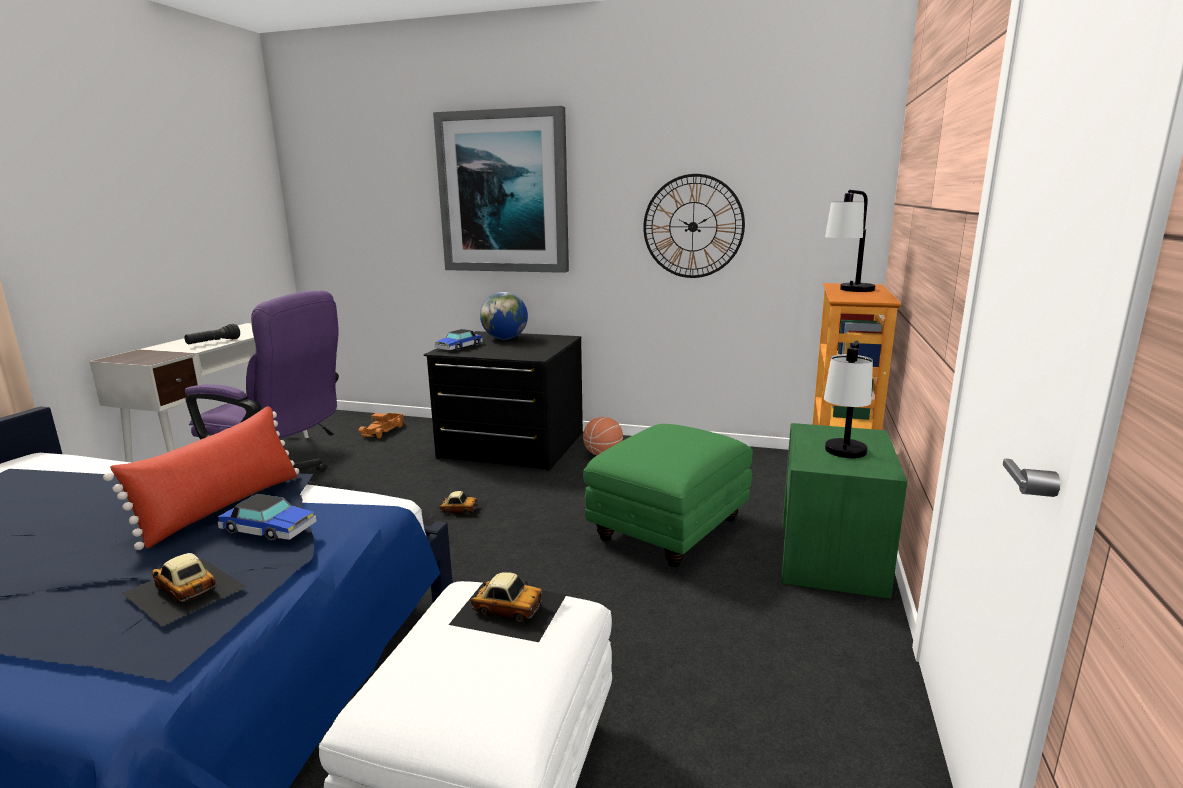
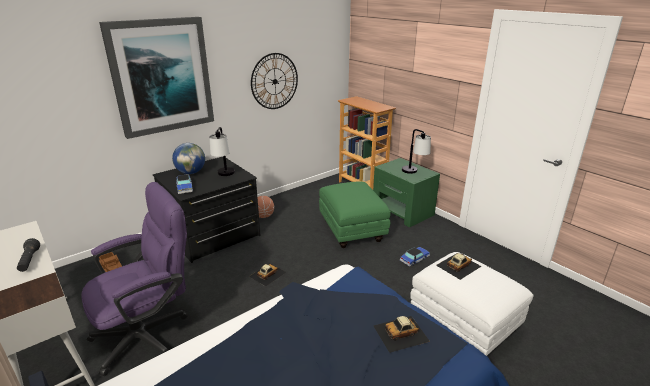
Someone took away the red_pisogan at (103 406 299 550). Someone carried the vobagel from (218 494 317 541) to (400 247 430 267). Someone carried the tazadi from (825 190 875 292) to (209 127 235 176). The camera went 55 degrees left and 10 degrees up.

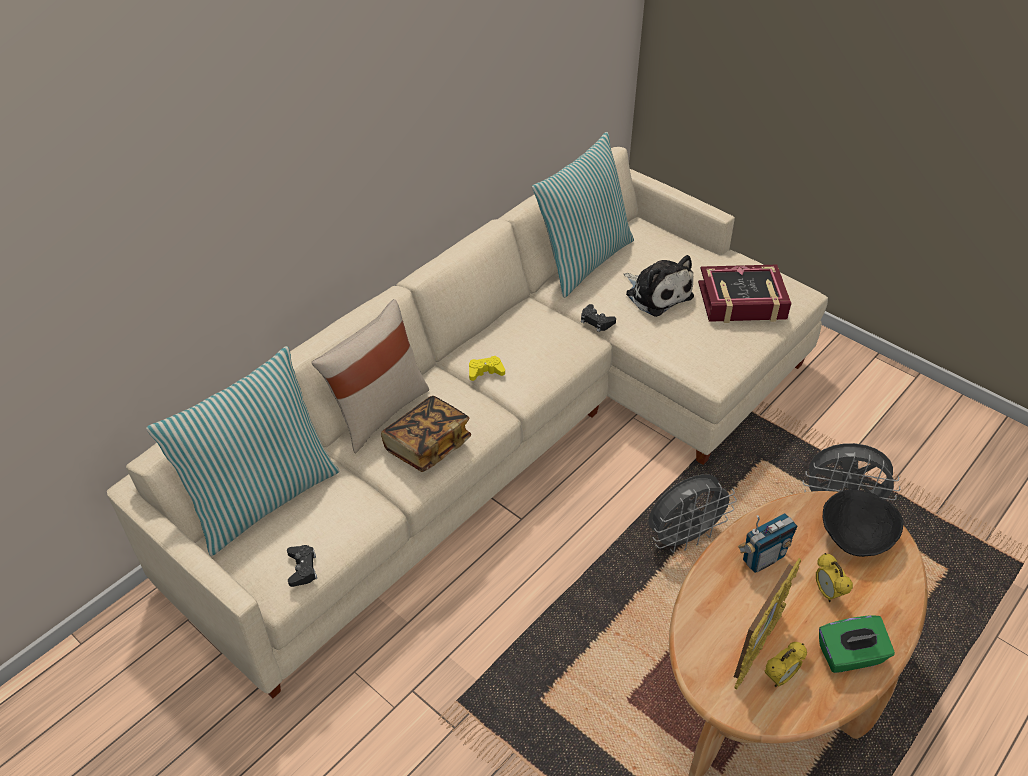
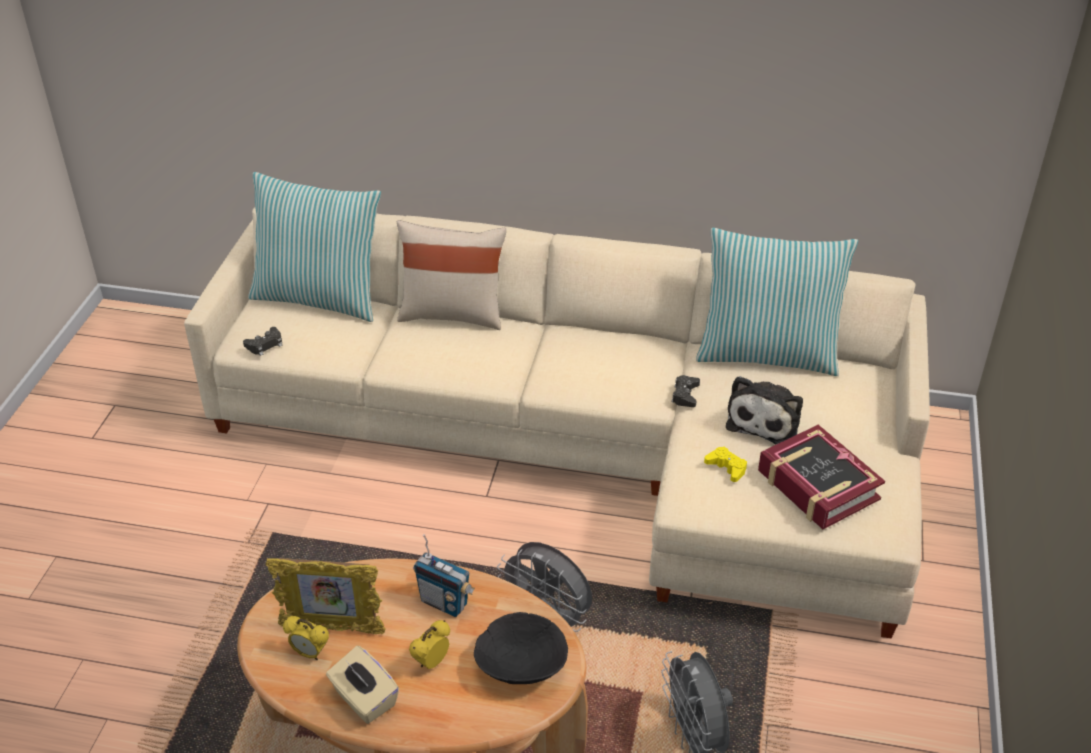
Someone took away the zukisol at (381 396 471 472). Someone carried the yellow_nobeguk from (469 356 505 381) to (704 447 747 482). Someone repainted the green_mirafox at (819 615 895 673), which became the beige_mirafox at (326 646 399 724). The camera went 60 degrees right and 5 degrees down.

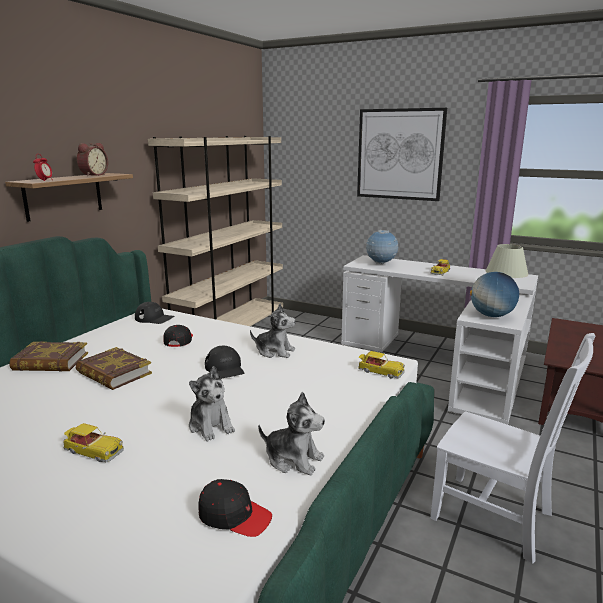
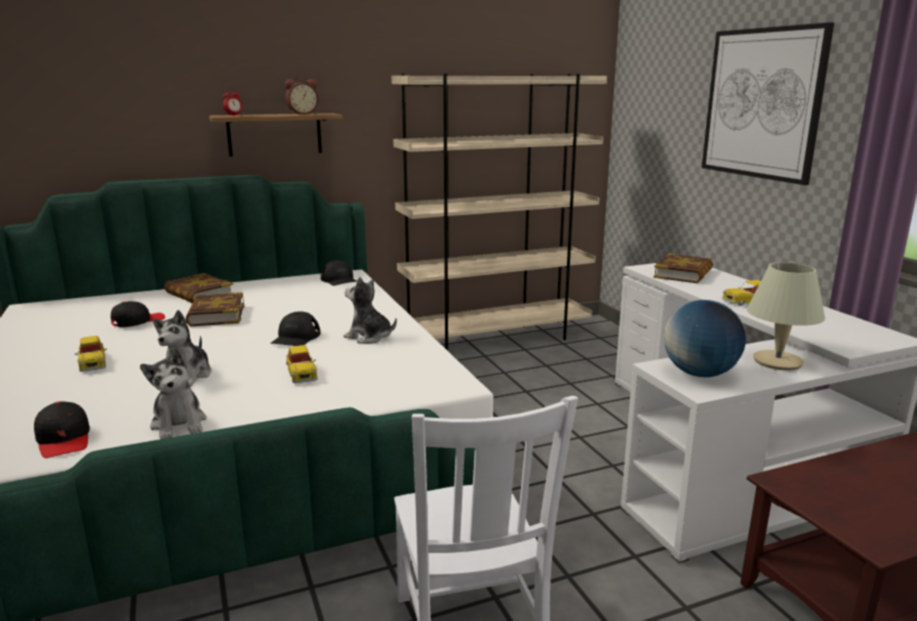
Someone carried the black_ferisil from (163 325 193 347) to (111 301 165 327). Someone rotated the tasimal at (250 304 296 358) by 150 degrees clockwise. Someone carried the vobagel from (358 351 405 378) to (286 345 318 383). Someone swapped the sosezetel at (366 230 398 264) for the zukisol at (653 253 713 283). The camera went 40 degrees right and 0 degrees up.

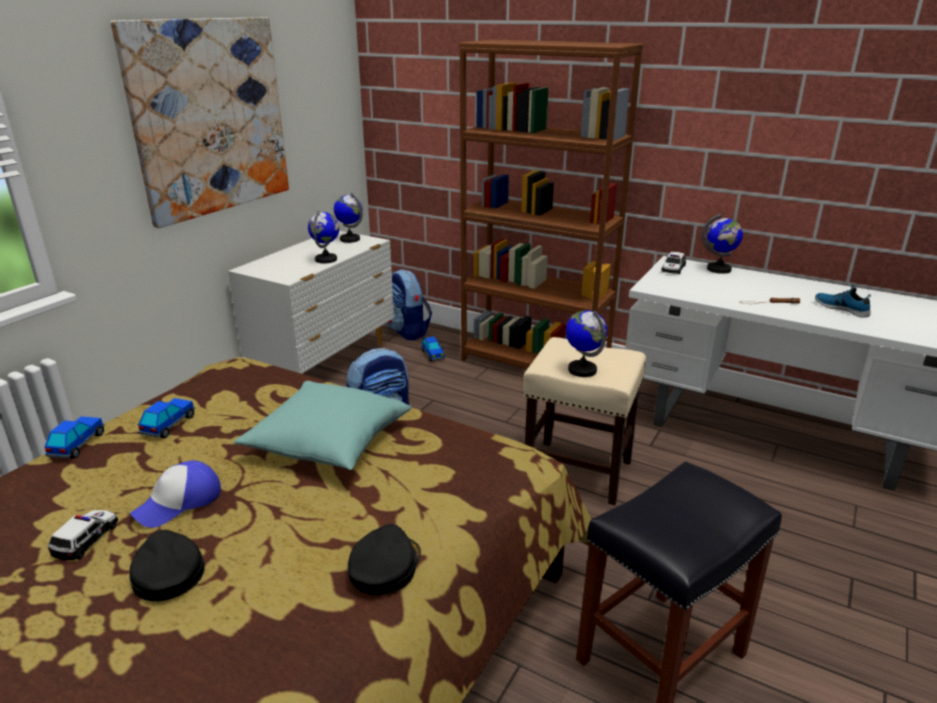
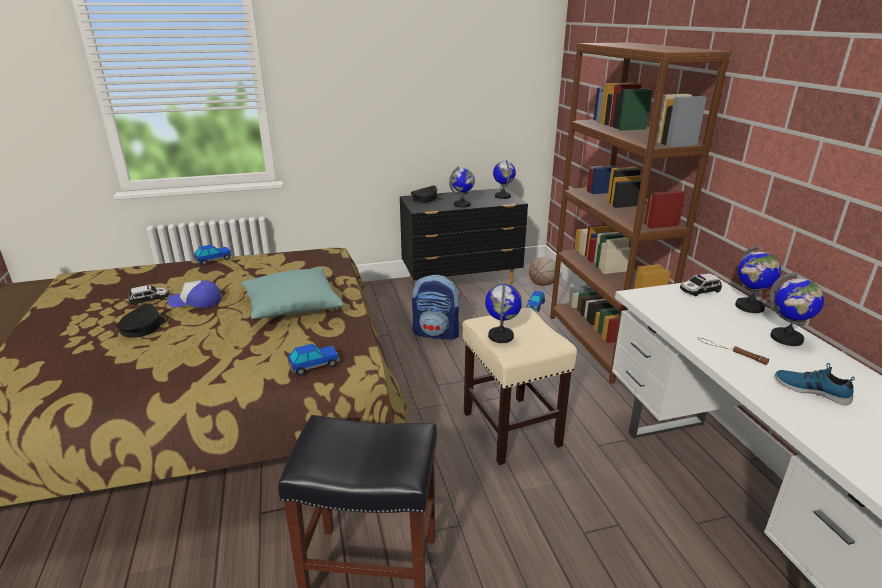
Someone took away the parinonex at (111 17 289 228). Someone carried the vobagel from (138 398 195 438) to (288 344 340 376). Someone repainted the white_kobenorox at (228 231 394 374), which became the black_kobenorox at (400 188 528 286). Someone carried the black_ferisil from (348 524 421 595) to (411 185 443 203). Someone swapped the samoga at (387 269 432 341) for the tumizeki at (529 257 556 286). Someone rotated the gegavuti at (815 284 871 318) by 60 degrees counterclockwise. Someone put down the sosezetel at (770 272 824 346). The camera went 45 degrees right and 0 degrees up.

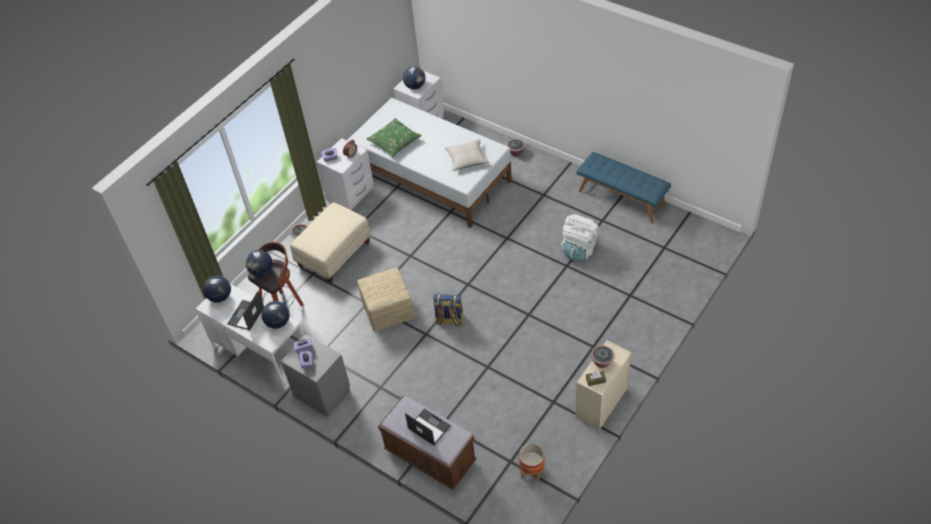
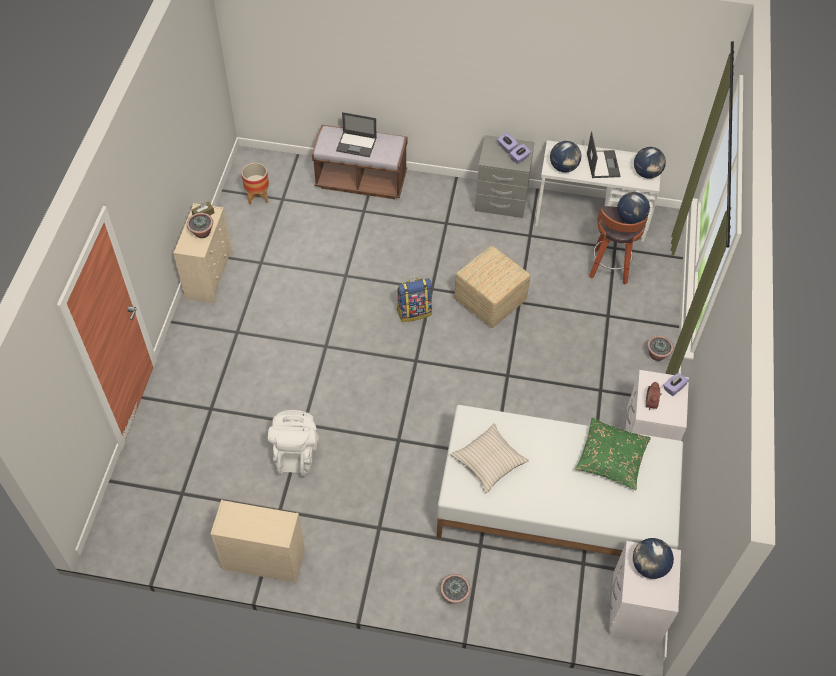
Someone took away the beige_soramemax at (290 202 371 283). Someone swapped the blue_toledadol at (577 152 671 223) for the beige_kobenorox at (211 500 305 583). The camera went 150 degrees right and 5 degrees up.

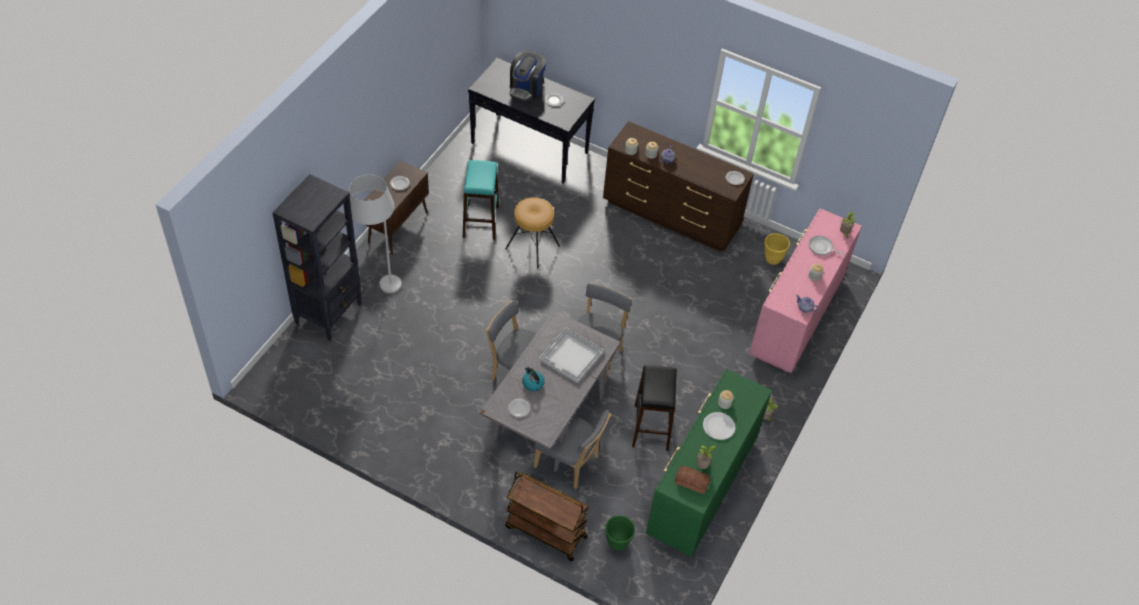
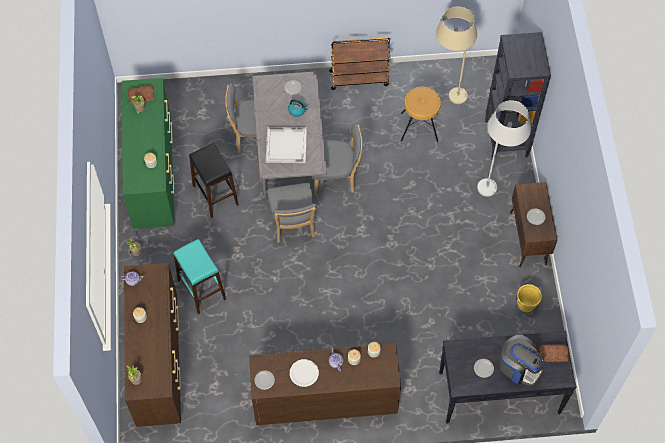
Someone carried the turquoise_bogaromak from (463 160 499 240) to (173 239 226 314). Someone carried the brown_bogaromak from (505 197 560 269) to (401 87 441 142). Someone carried the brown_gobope from (505 472 589 561) to (329 37 390 90). Someone rotated the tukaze at (510 51 546 101) by 135 degrees clockwise. Someone took away the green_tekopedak at (605 515 635 551). Someone carried the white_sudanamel from (703 412 736 440) to (290 359 319 387). Someone repainted the pink_kobenorox at (749 208 862 373), which became the brown_kobenorox at (124 263 181 427). Someone carried the yellow_tekopedak from (764 233 790 265) to (517 284 542 313). Someone took away the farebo at (809 236 845 255). Someone put down the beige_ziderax at (436 7 477 104). Someone put down the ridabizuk at (539 344 569 362). The camera went 150 degrees right and 10 degrees up.

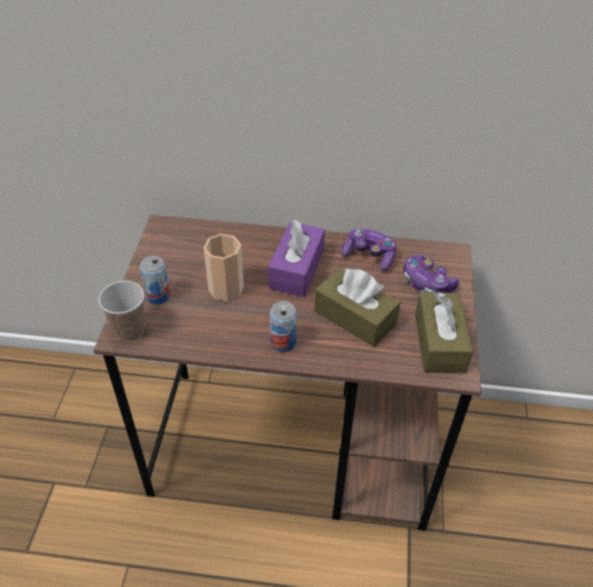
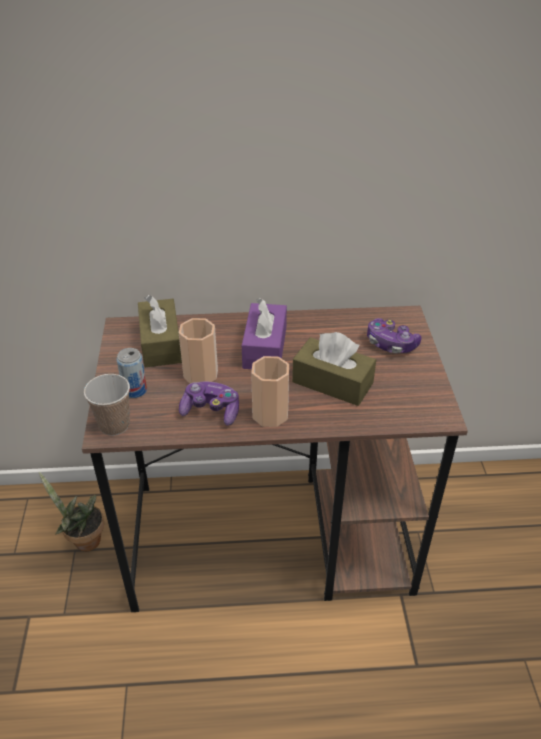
Someone swapped the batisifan at (270 301 297 352) for the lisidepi at (251 356 289 427). Someone carried the nobeguk from (341 229 397 271) to (179 382 239 426). Someone carried the brown_mirafox from (415 292 473 373) to (138 295 182 367). Someone put down the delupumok at (39 472 104 552). The camera went 10 degrees left and 5 degrees down.

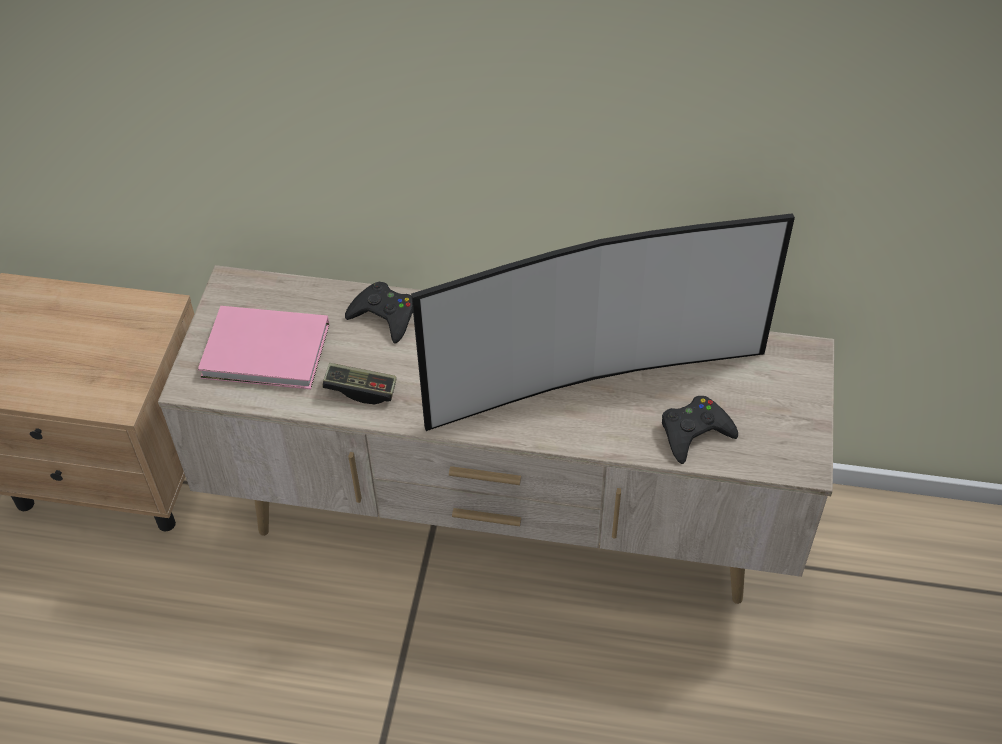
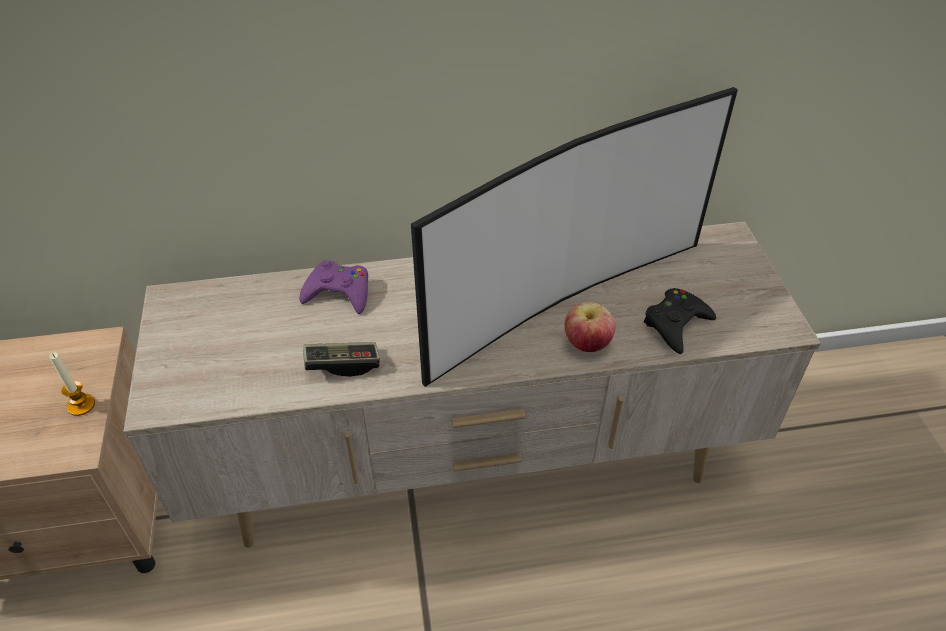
Someone took away the pink_zukisol at (198 306 329 389). Someone repainted the black_nobeguk at (345 282 413 344), which became the purple_nobeguk at (299 261 368 314). Someone put down the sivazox at (49 352 95 416). Someone put down the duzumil at (564 302 616 352). The camera went 20 degrees left and 5 degrees down.

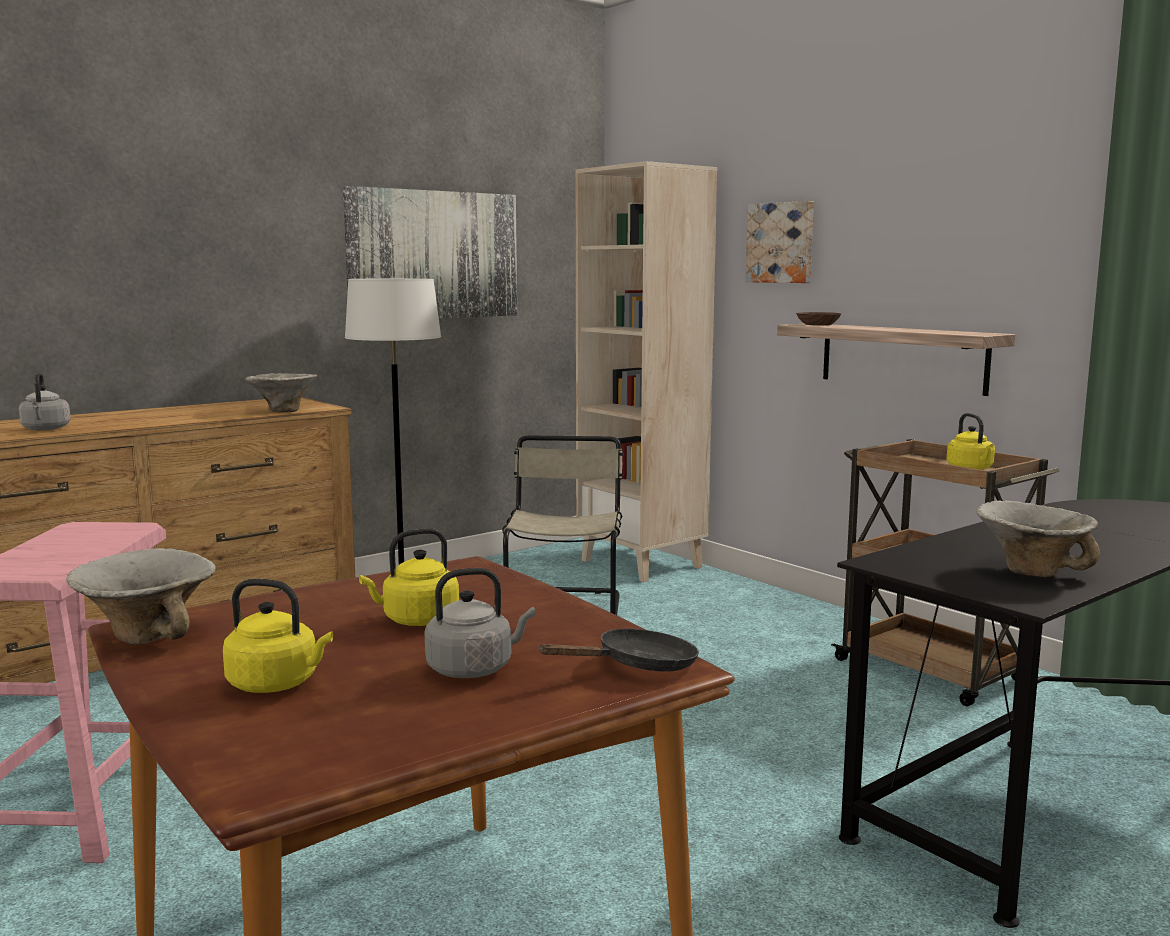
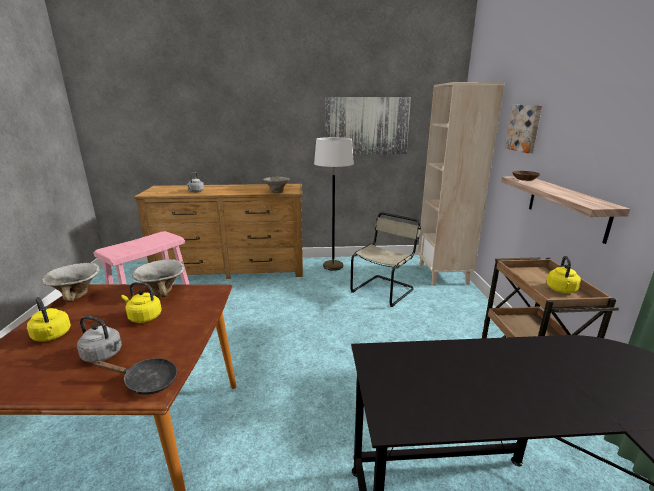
Someone carried the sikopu from (976 501 1100 577) to (132 259 184 297). The camera went 35 degrees right and 10 degrees up.

